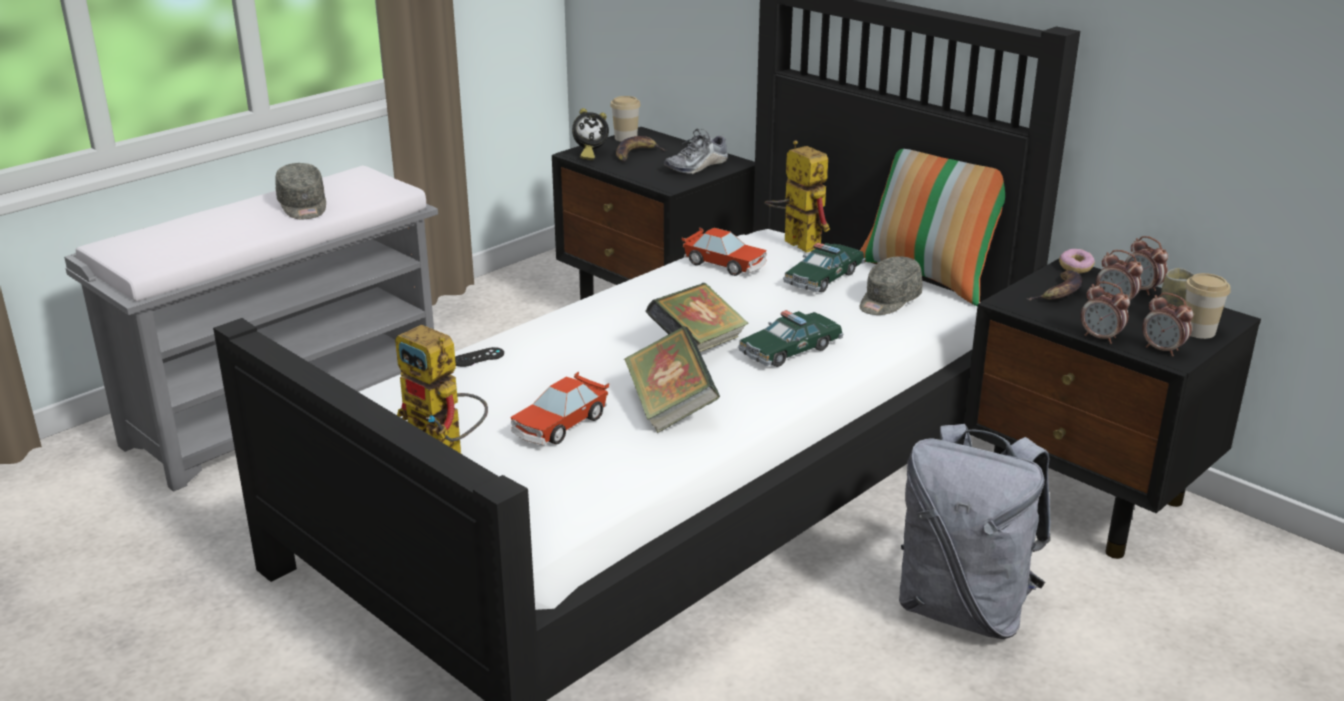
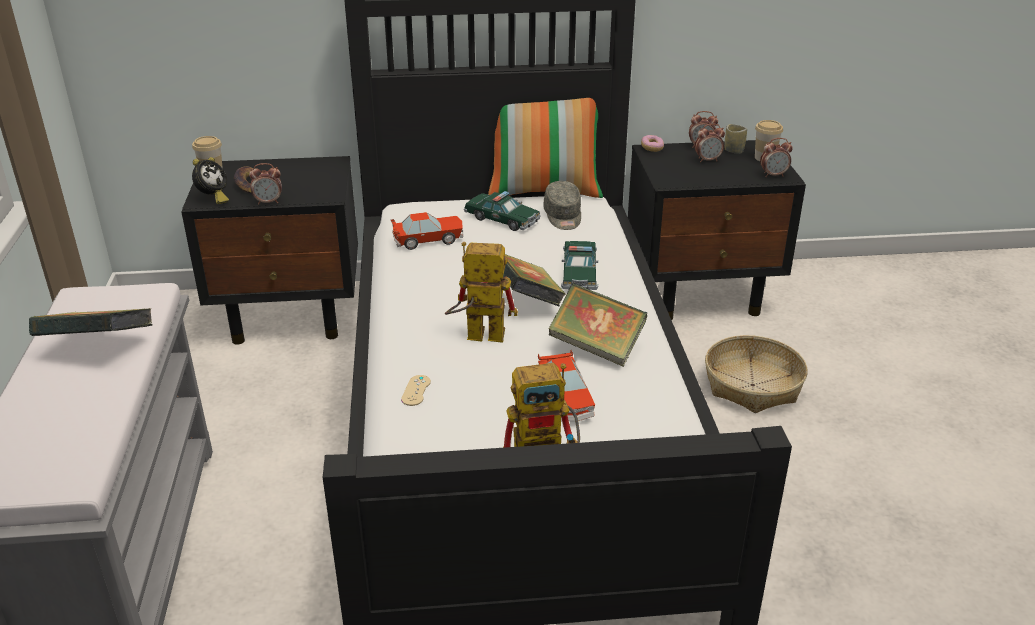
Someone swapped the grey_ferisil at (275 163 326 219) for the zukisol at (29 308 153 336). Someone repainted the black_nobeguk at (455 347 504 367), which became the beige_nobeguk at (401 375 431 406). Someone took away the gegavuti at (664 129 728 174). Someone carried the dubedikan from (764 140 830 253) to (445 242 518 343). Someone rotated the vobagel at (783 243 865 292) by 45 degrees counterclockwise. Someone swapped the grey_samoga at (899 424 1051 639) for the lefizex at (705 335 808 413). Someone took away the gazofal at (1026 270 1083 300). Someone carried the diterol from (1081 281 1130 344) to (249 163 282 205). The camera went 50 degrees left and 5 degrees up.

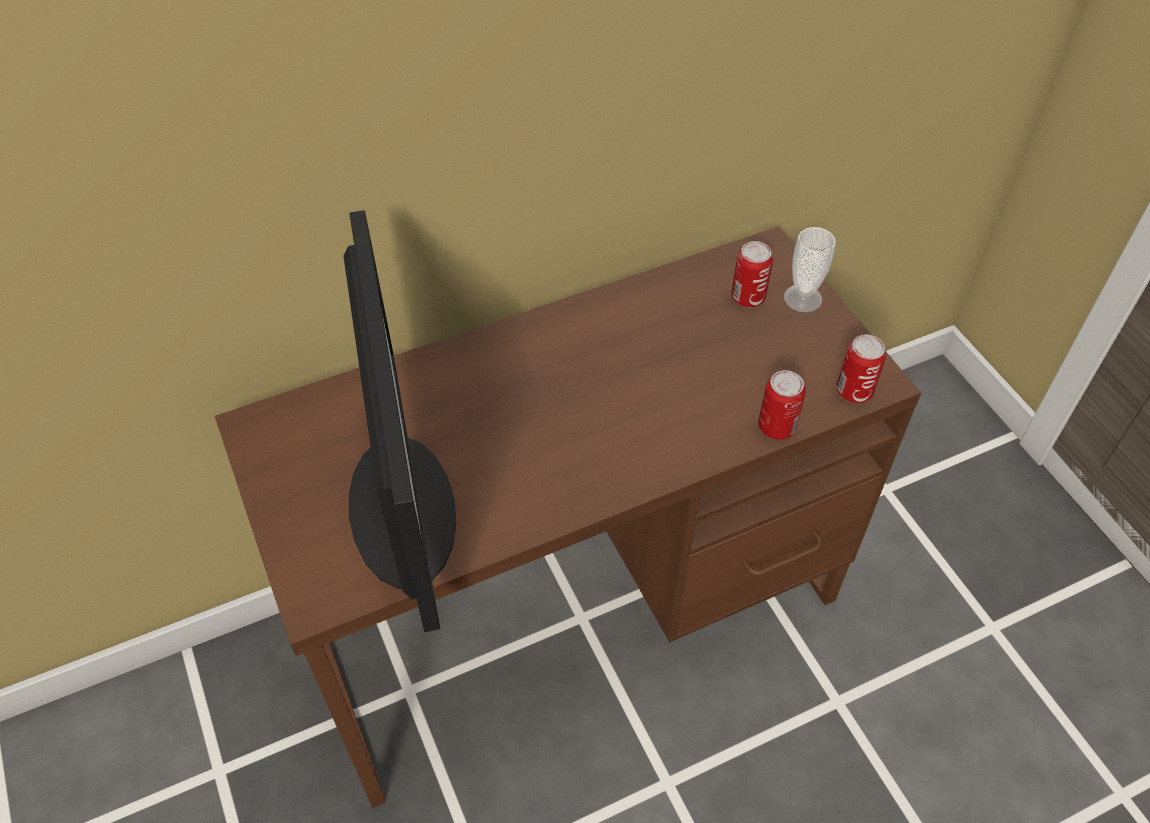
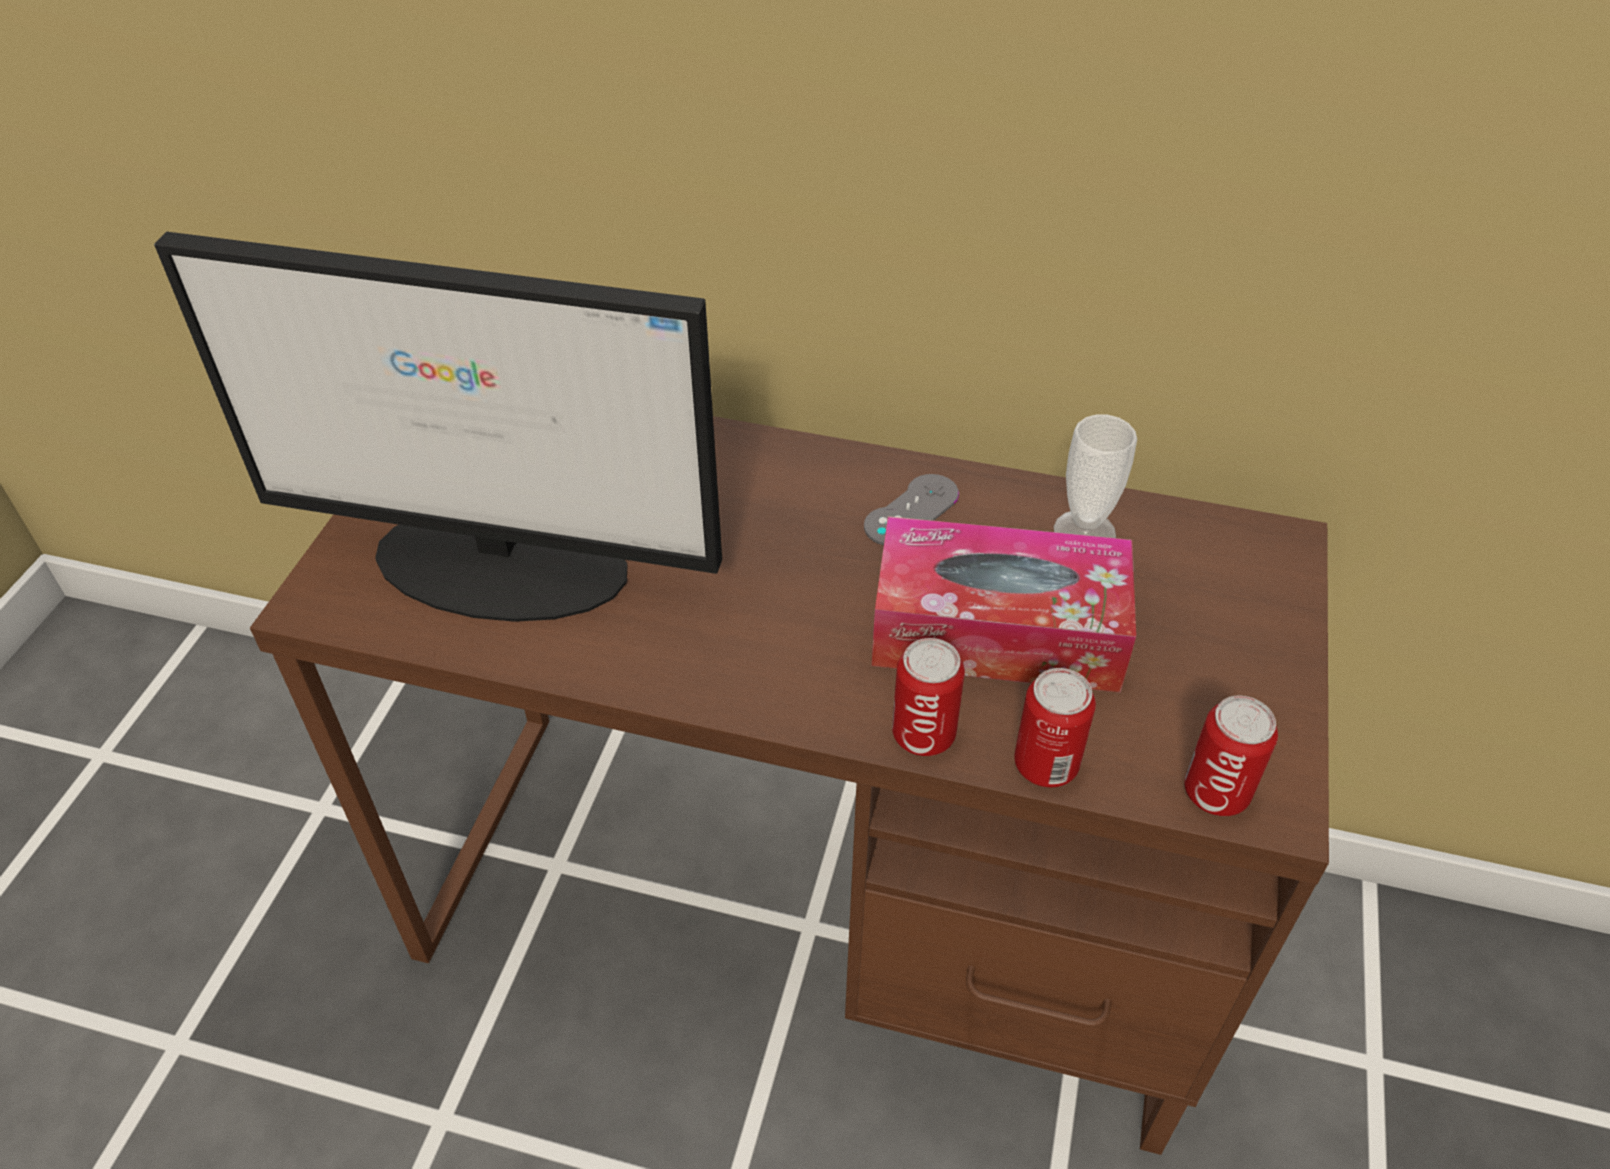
Someone rotated the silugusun at (343 210 456 632) by 75 degrees clockwise. Someone carried the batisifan from (732 241 773 307) to (892 638 965 756). Someone carried the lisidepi from (784 227 836 312) to (1053 414 1137 538). Someone put down the grey_nobeguk at (864 474 959 545). Someone put down the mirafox at (872 516 1136 693). The camera went 40 degrees right and 5 degrees down.

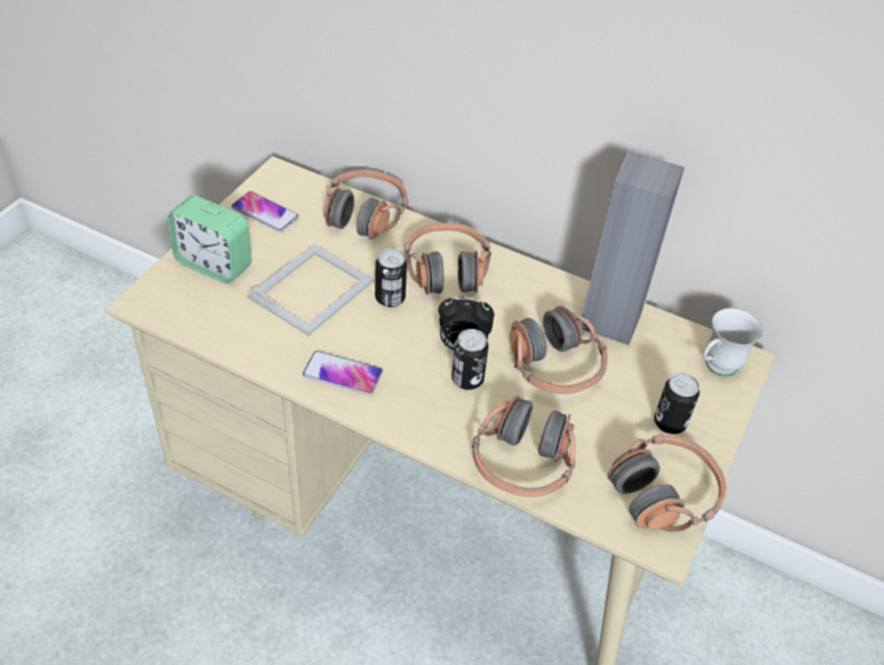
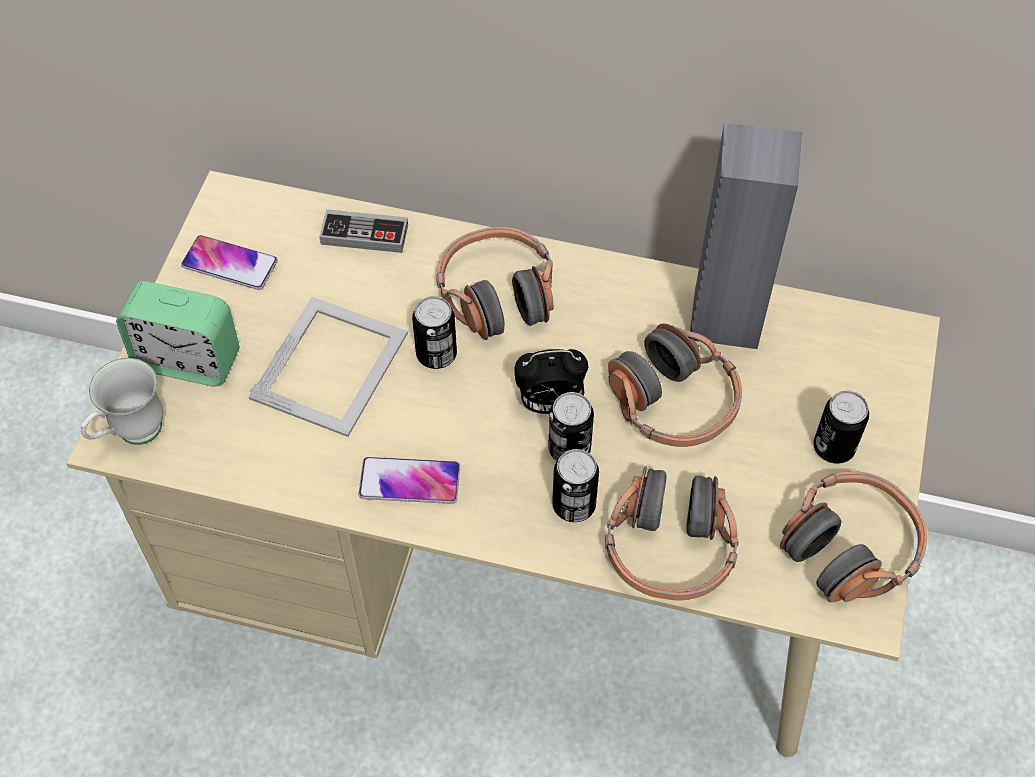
Someone swapped the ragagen at (323 169 408 239) for the nobeguk at (319 209 408 253). Someone carried the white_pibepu from (703 308 763 376) to (81 358 163 445). Someone put down the batisifan at (552 449 599 522). The camera went 10 degrees left and 10 degrees up.

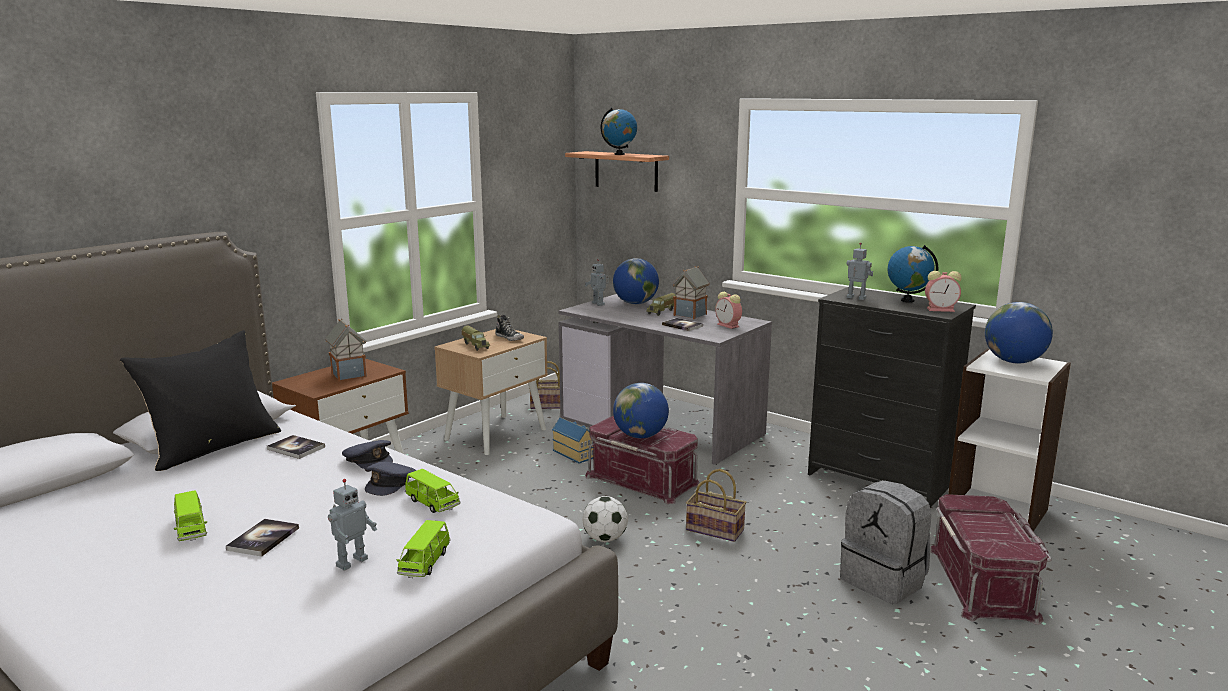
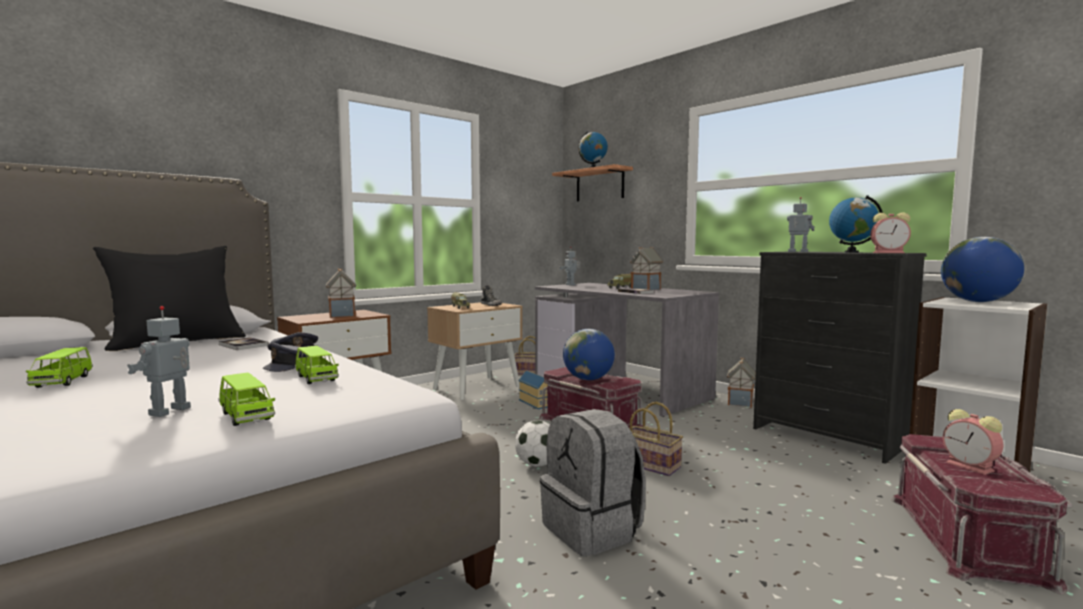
Someone took away the zukisol at (226 519 299 557). Someone rotated the dubedikan at (328 479 377 571) by 150 degrees clockwise. Someone rotated the green_vobagel at (397 520 450 578) by 60 degrees counterclockwise. Someone took away the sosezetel at (613 258 659 304). Someone carried the diterol from (715 292 742 329) to (943 409 1003 475). Someone carried the grey_samoga from (840 480 931 604) to (540 409 646 556). Someone put down the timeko at (727 358 756 408). The camera went 10 degrees right and 10 degrees down.

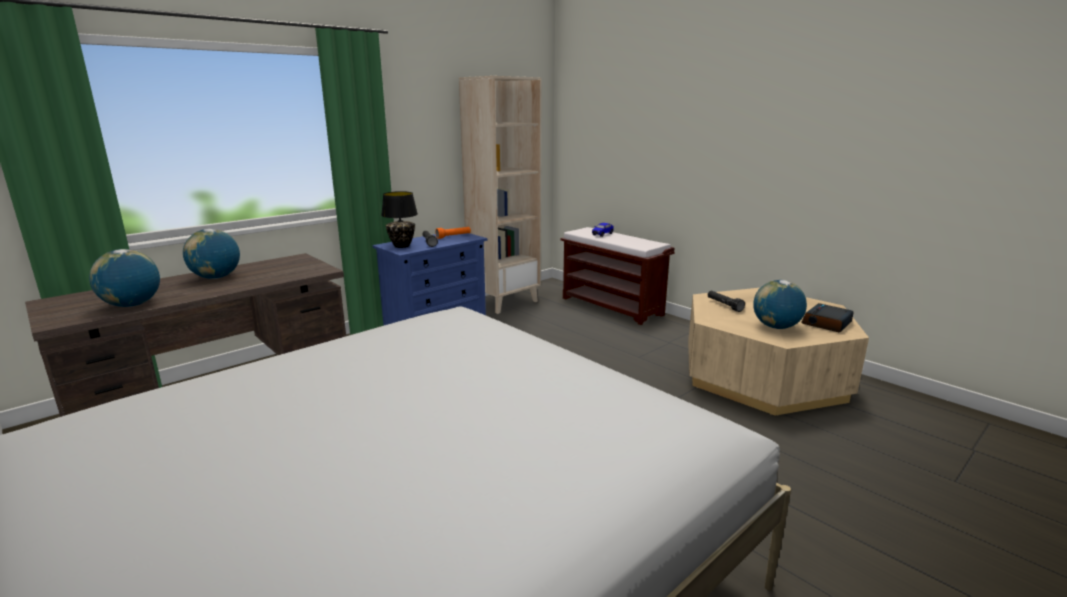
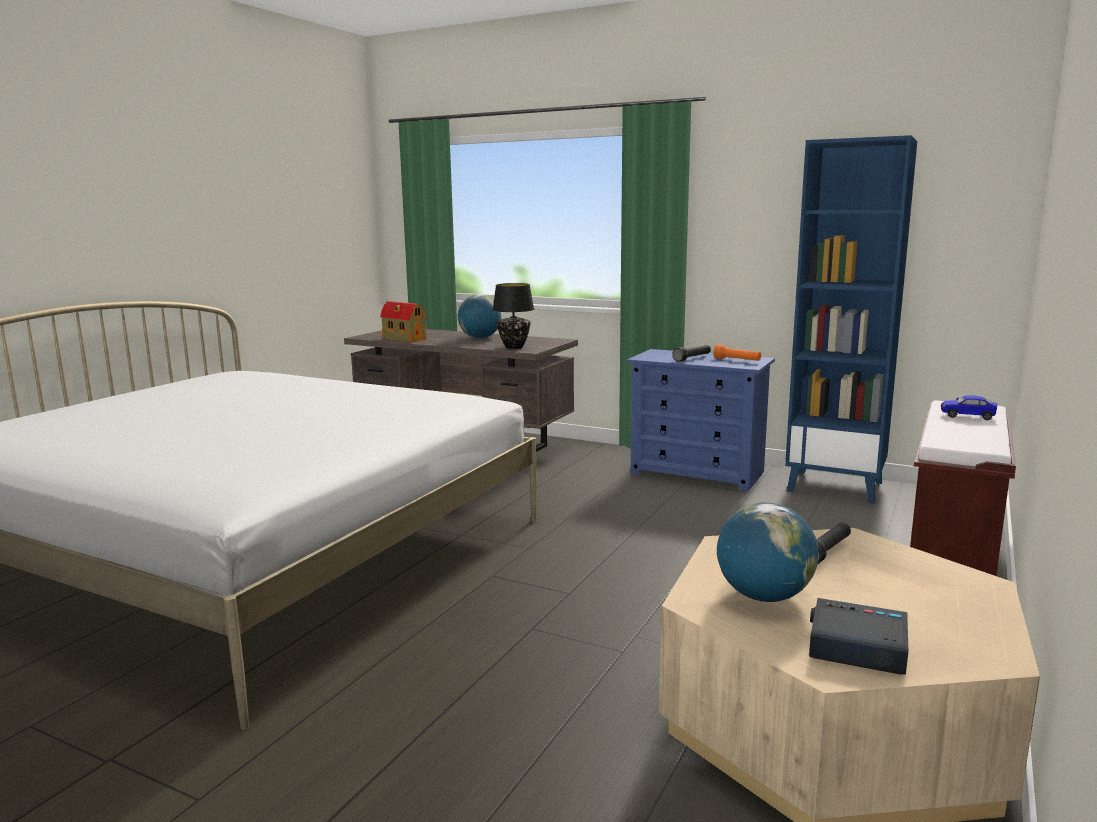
Someone swapped the sosezetel at (89 249 160 307) for the timeko at (380 301 427 342). Someone carried the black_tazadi from (381 191 418 248) to (492 283 534 349). Someone repainted the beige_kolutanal at (459 76 542 314), which became the blue_kolutanal at (785 135 917 504). The camera went 70 degrees right and 5 degrees down.

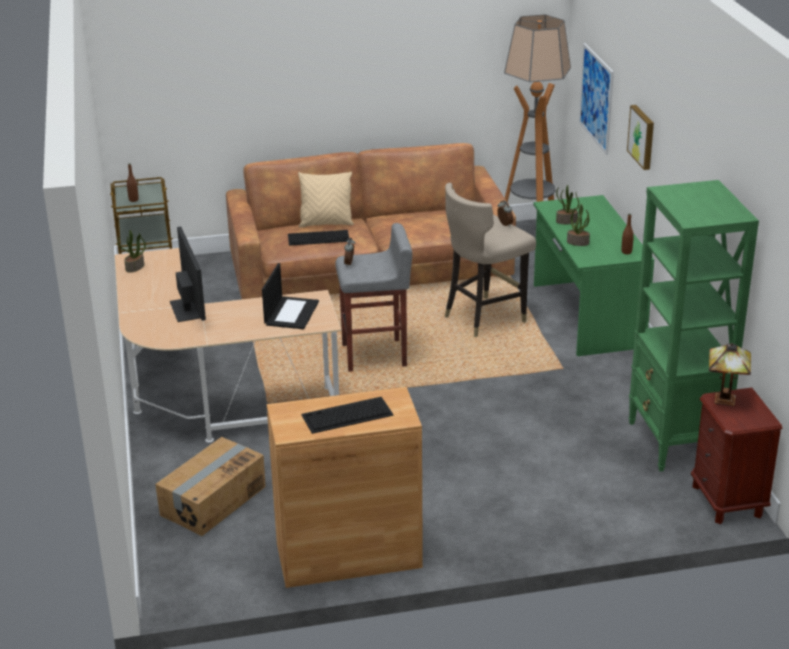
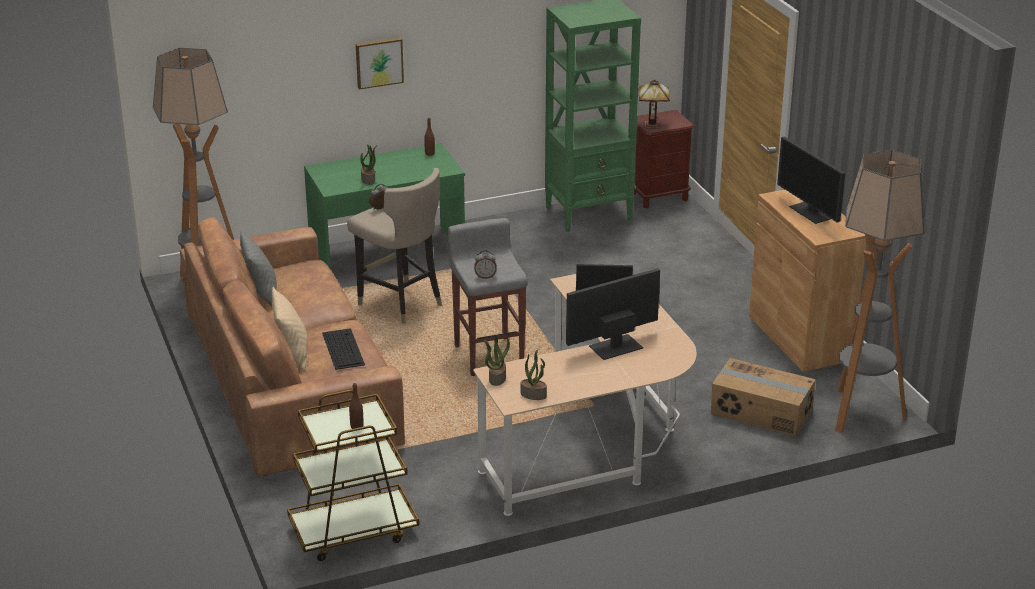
Someone swapped the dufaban at (301 397 394 434) for the silugusun at (777 136 845 224). Someone carried the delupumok from (567 203 590 246) to (483 336 510 386). Someone took away the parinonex at (579 43 614 155). Someone put down the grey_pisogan at (240 231 277 306). Someone put down the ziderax at (835 150 924 433). The camera went 100 degrees left and 0 degrees up.

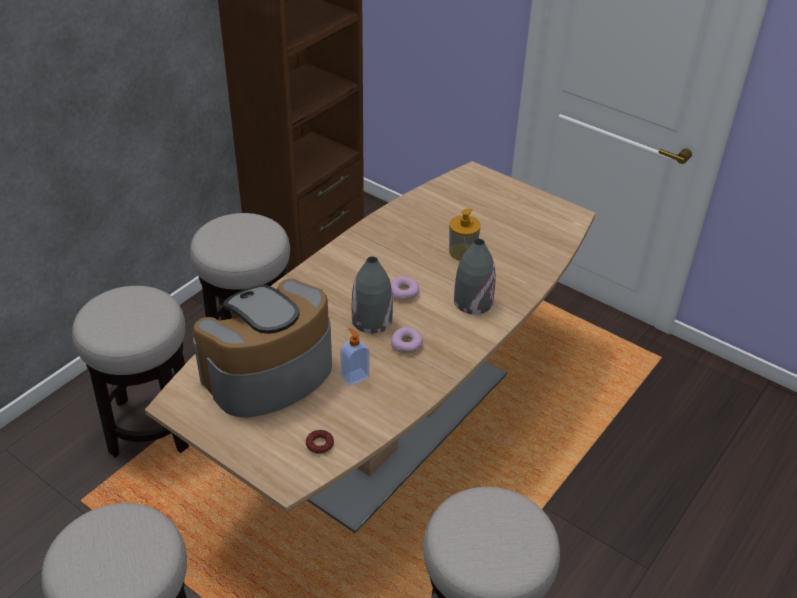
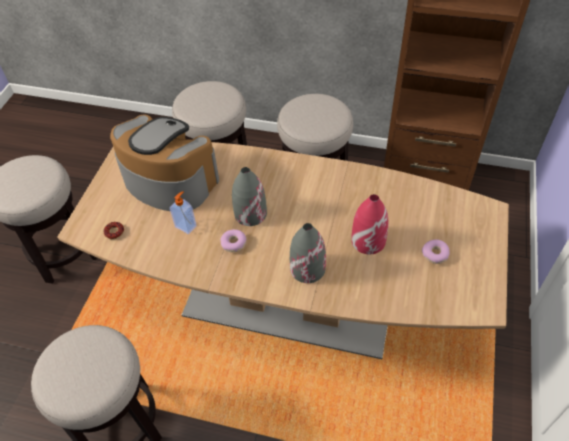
Someone carried the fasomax from (391 276 419 300) to (422 239 450 264). Someone swapped the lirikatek at (449 209 481 260) for the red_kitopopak at (351 194 389 254). The camera went 70 degrees right and 10 degrees up.

